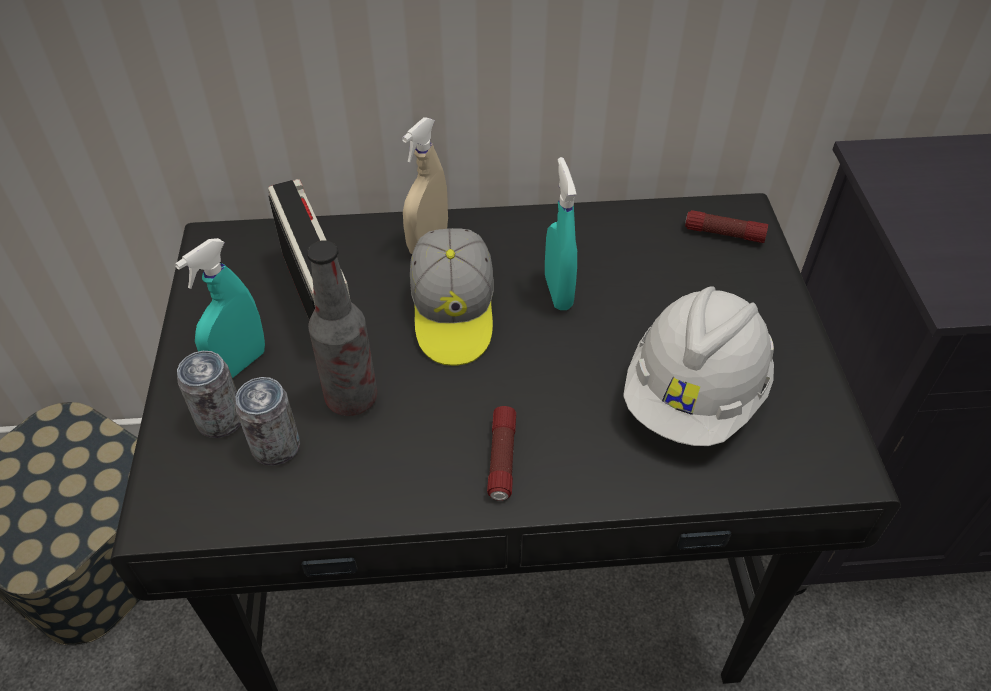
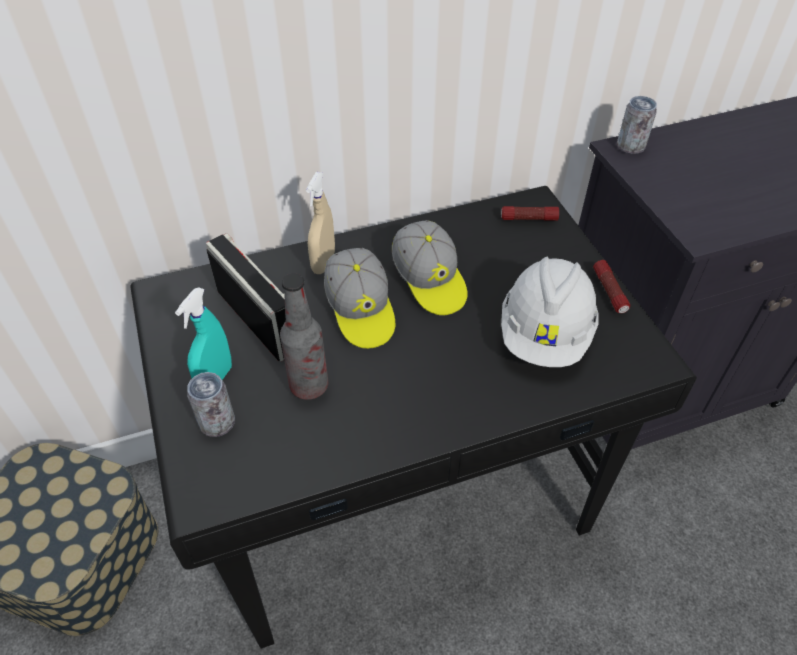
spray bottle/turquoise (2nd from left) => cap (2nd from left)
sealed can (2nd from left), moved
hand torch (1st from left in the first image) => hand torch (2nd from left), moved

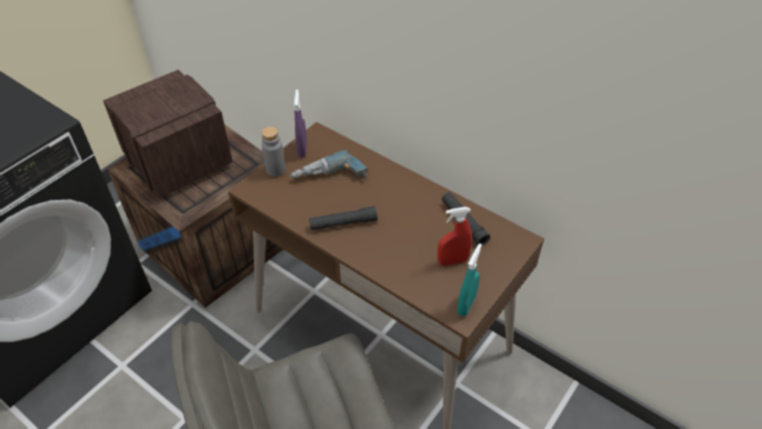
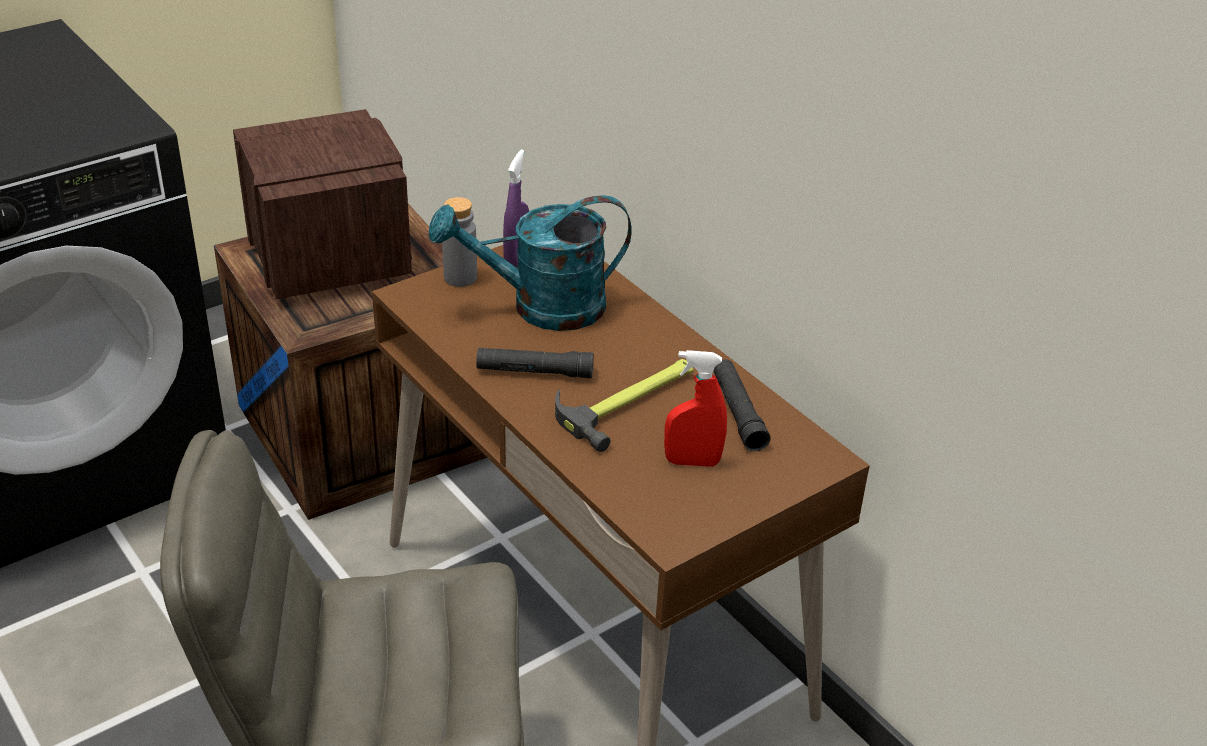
drill => watering pot/turquoise
spray bottle/turquoise => nothing
nothing => tool hammer

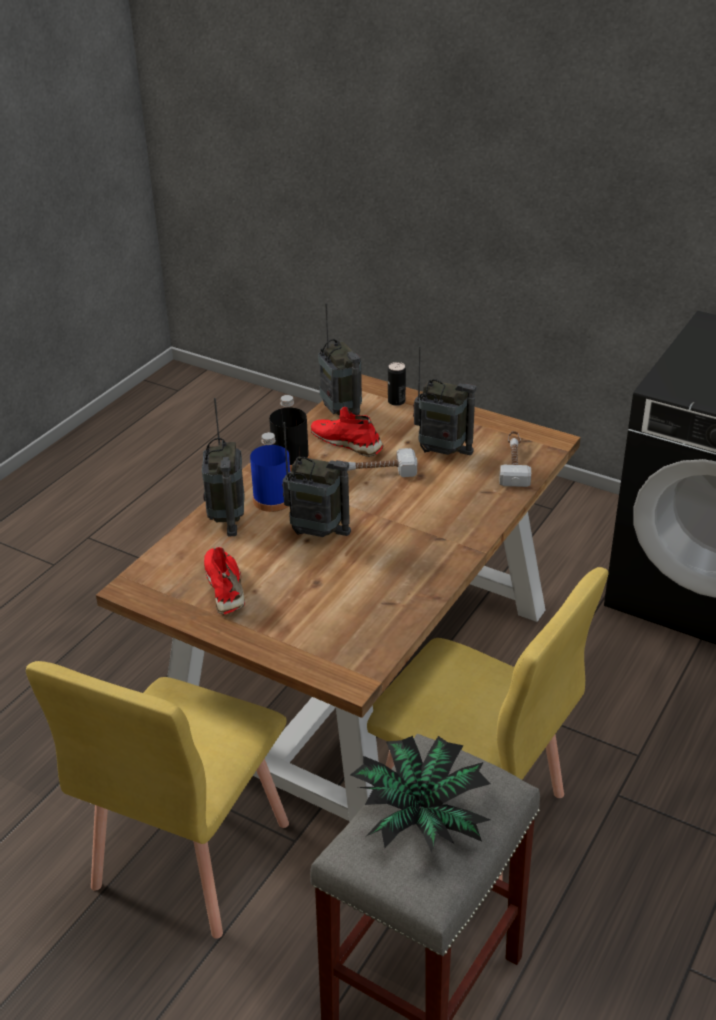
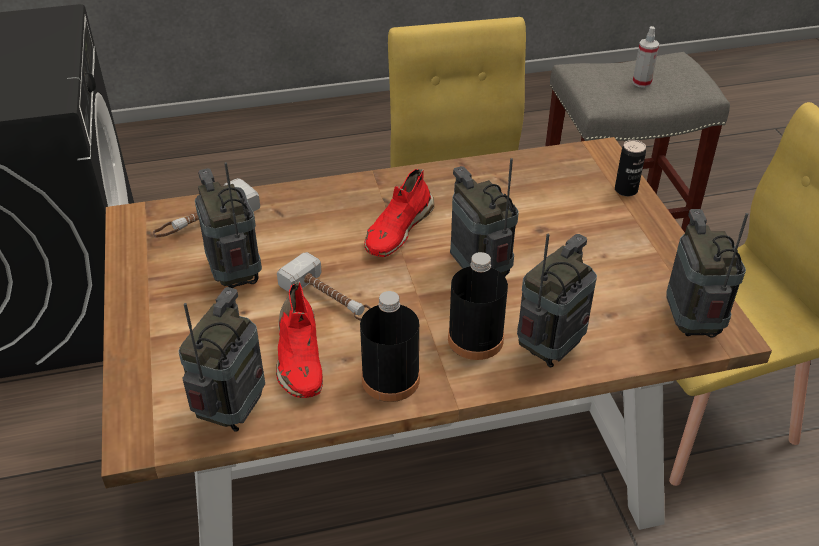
sealed can, moved
drink bottle/bluish => drink bottle/black-coloured (2nd from left)
shoe/red (1st from left in the first image) => shoe/red (2nd from left), moved
houseplant => spray bottle
nothing => radio set (5th from left)

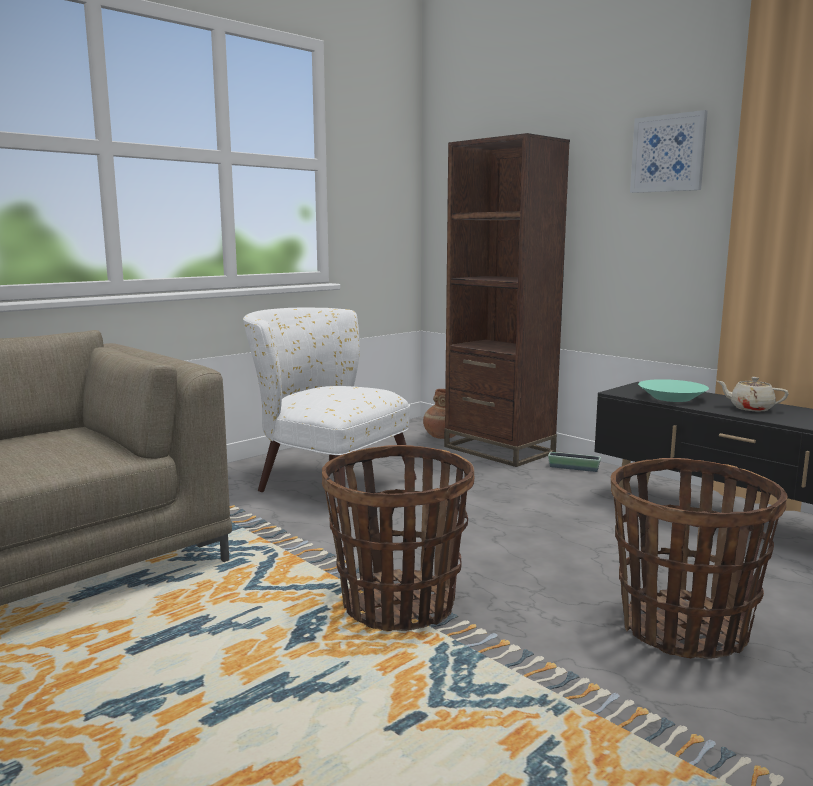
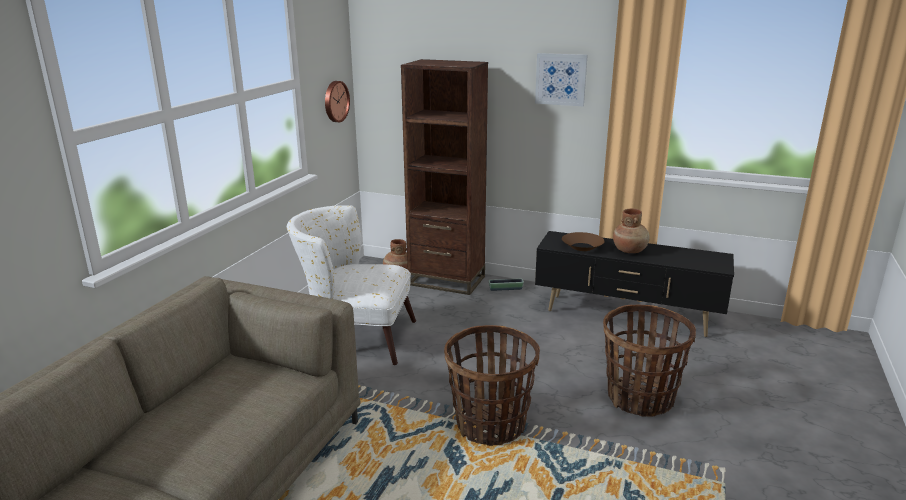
teapot/beige => decorative vase/brown-coloured (2nd from left)
deep dish/turquoise => deep dish/brown-coloured
nothing => hanging clock

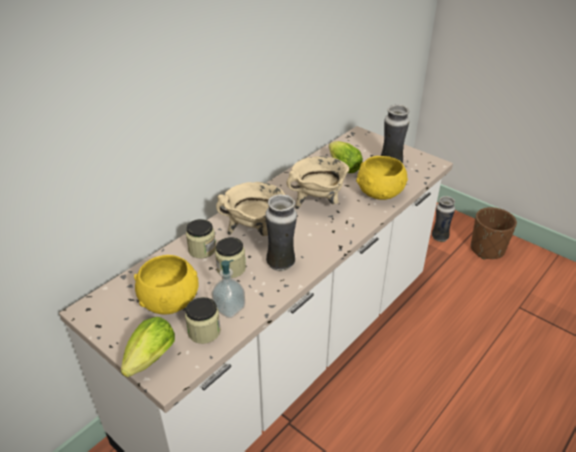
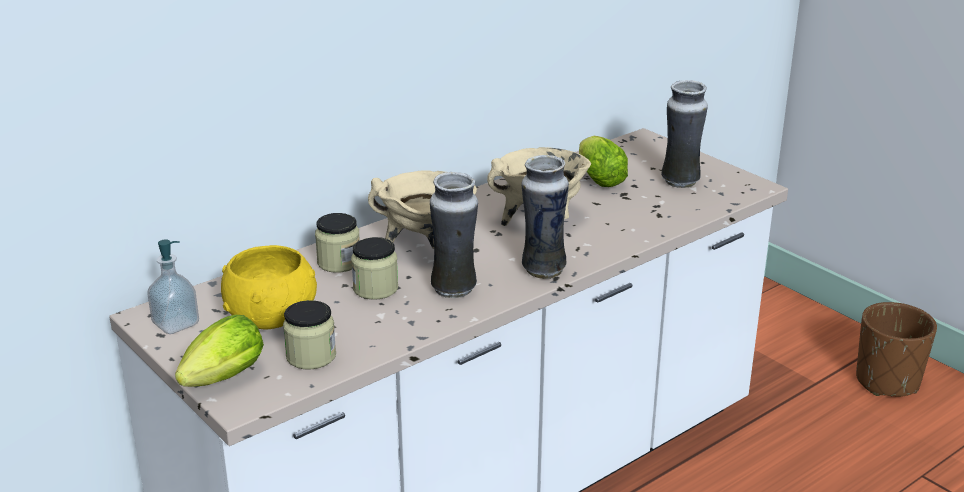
deep dish/yellow-coloured (2nd from left) => nothing
decorative vase (3rd from left in the first image) => decorative vase (2nd from left), moved
soap dispenser, moved

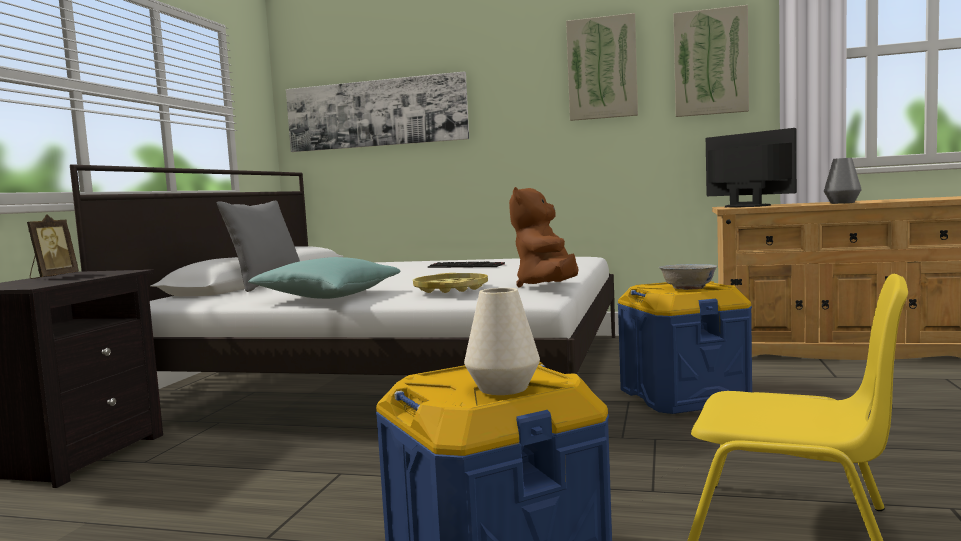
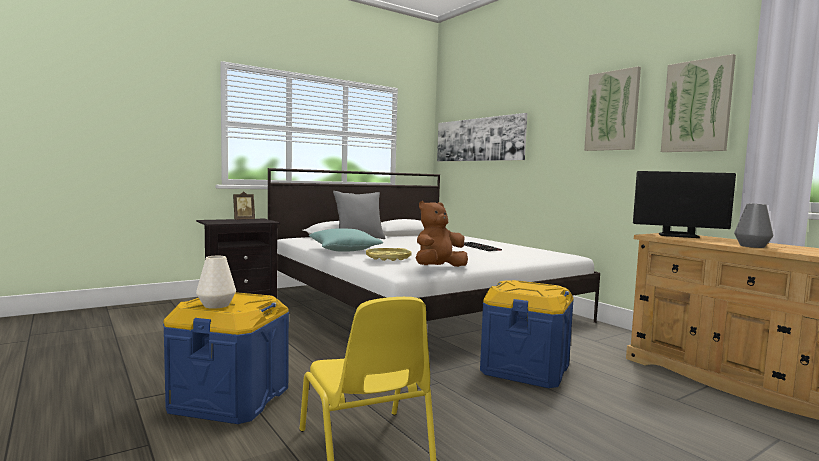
computer display, 105 degrees clockwise
deep dish/white-coloured => nothing

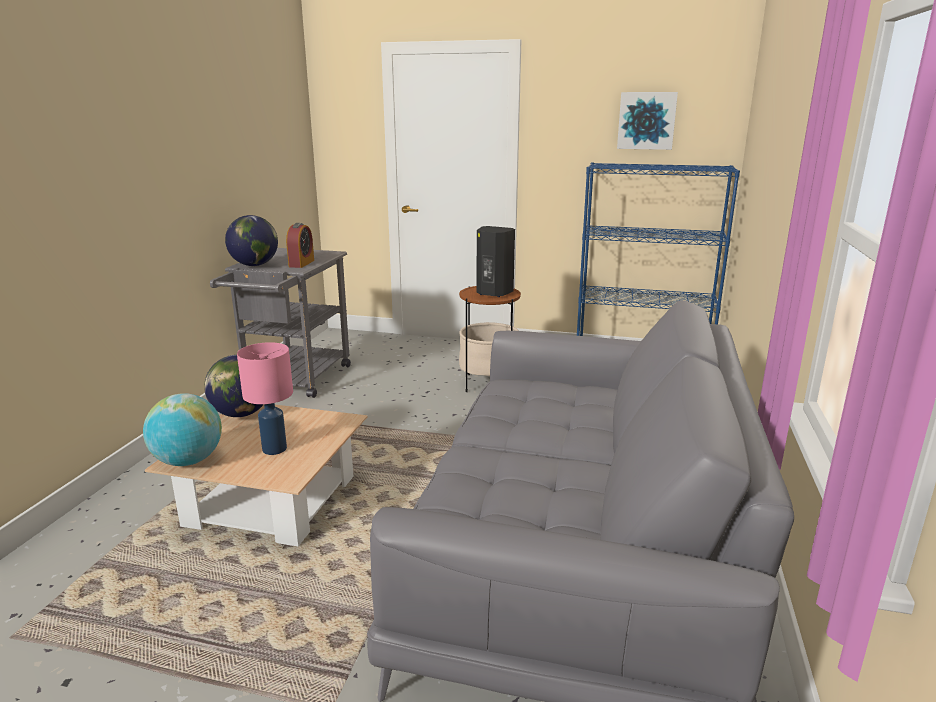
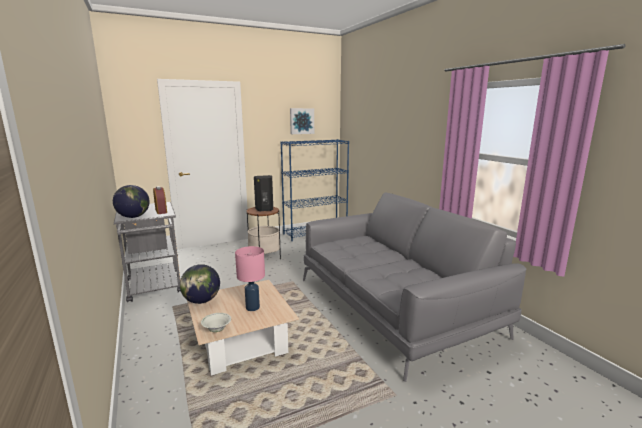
desk globe (1st from left) => deep dish/white-coloured

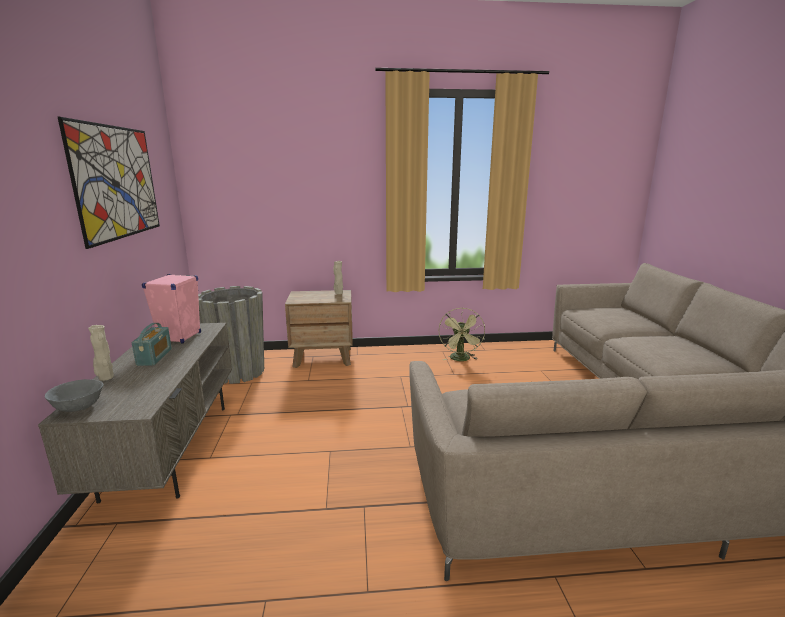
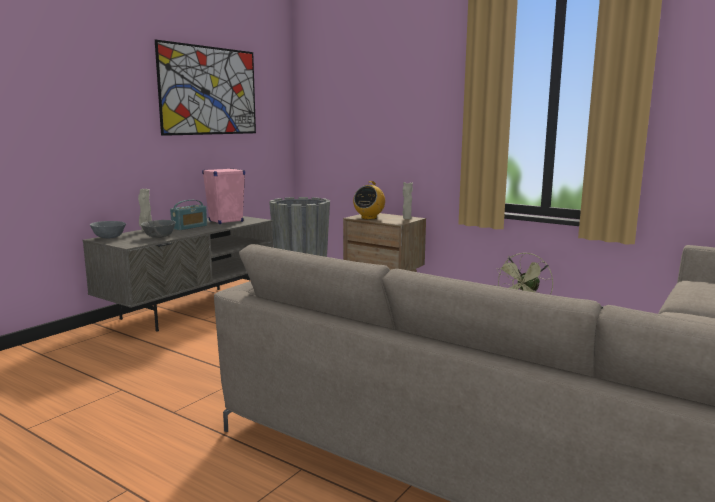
nothing => radio set (2nd from left)
nothing => deep dish/grey (2nd from left)

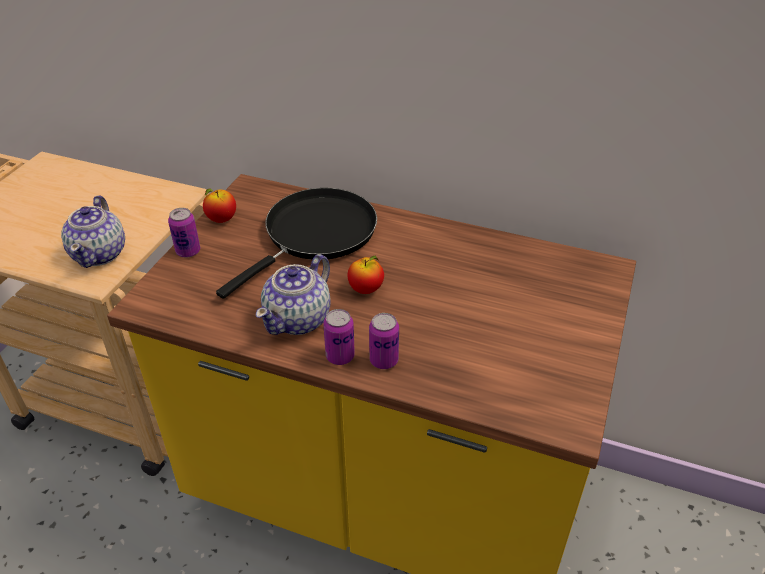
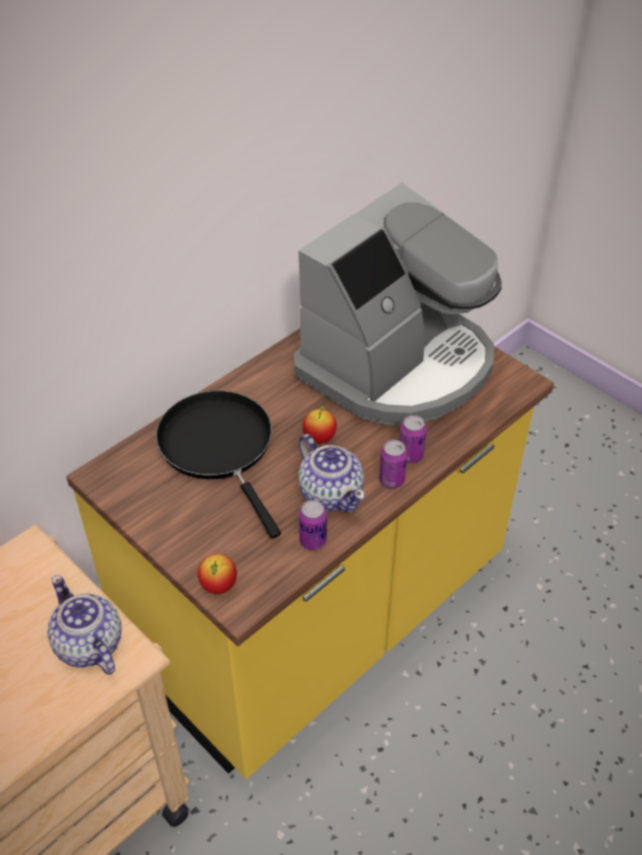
whole apple (1st from left), moved
teapot (1st from left), 150 degrees counterclockwise
sealed can (1st from left), moved
nothing => coffee brewer

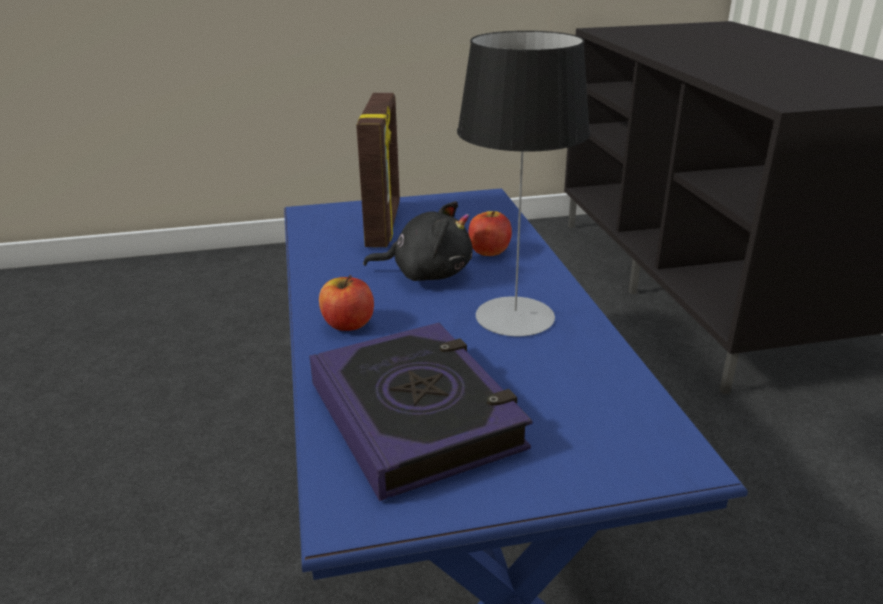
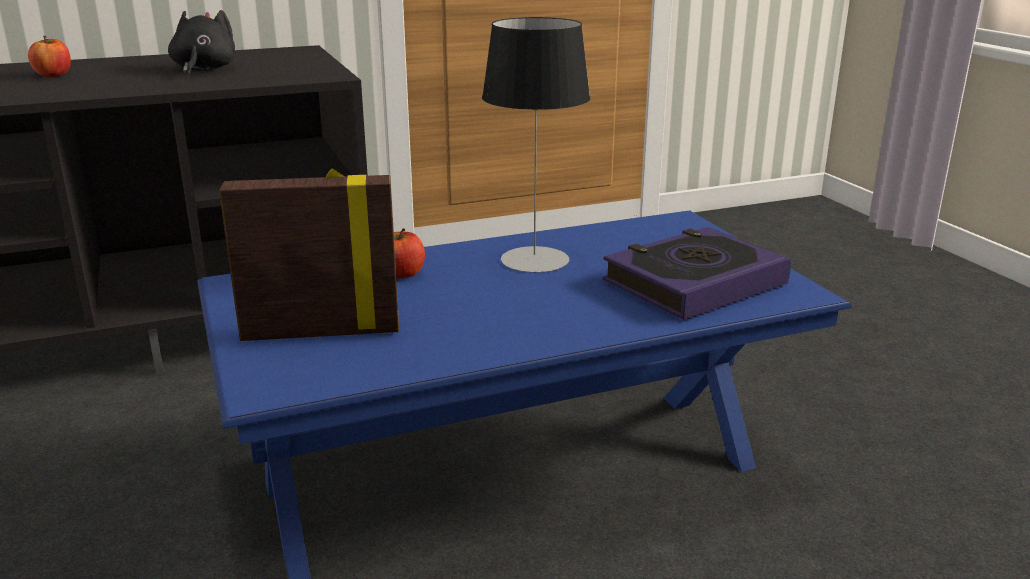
soft toy/black-coloured, moved
whole apple (1st from left), moved

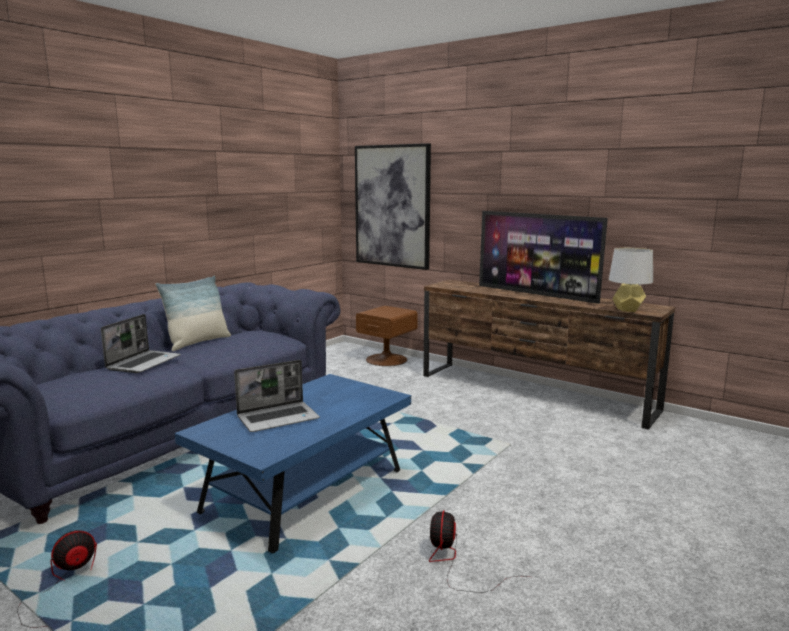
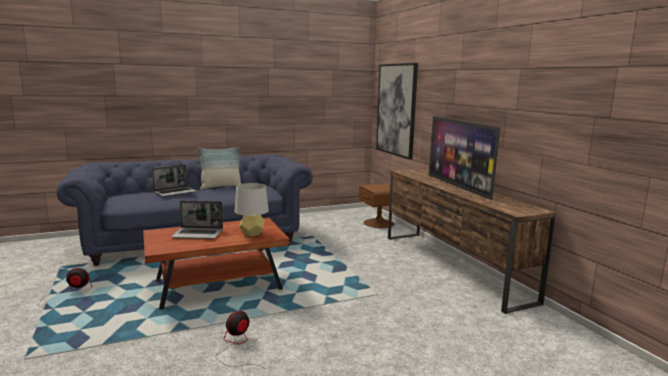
tabletop lamp/grey, moved
low table/bluish => low table/brown-coloured

